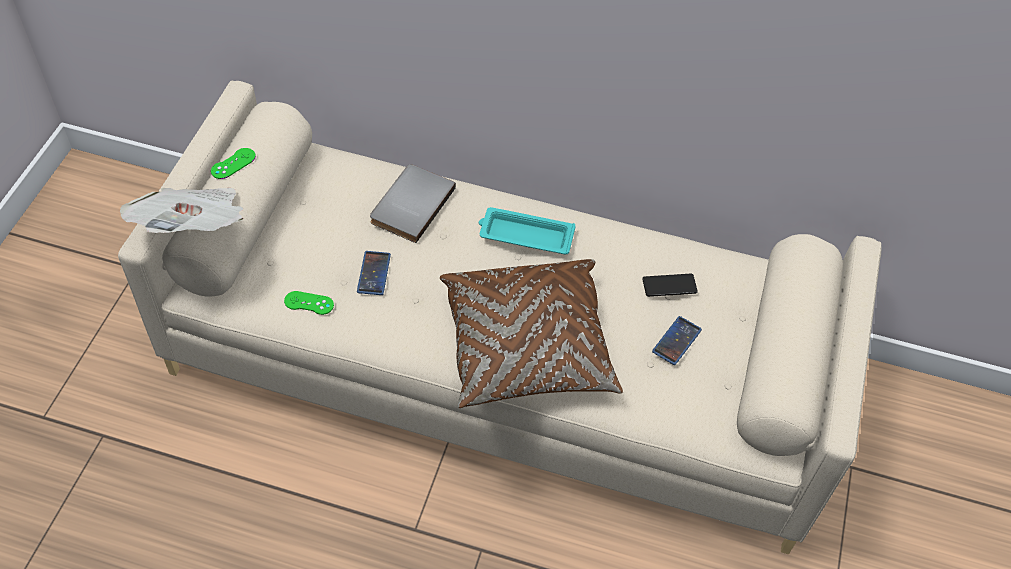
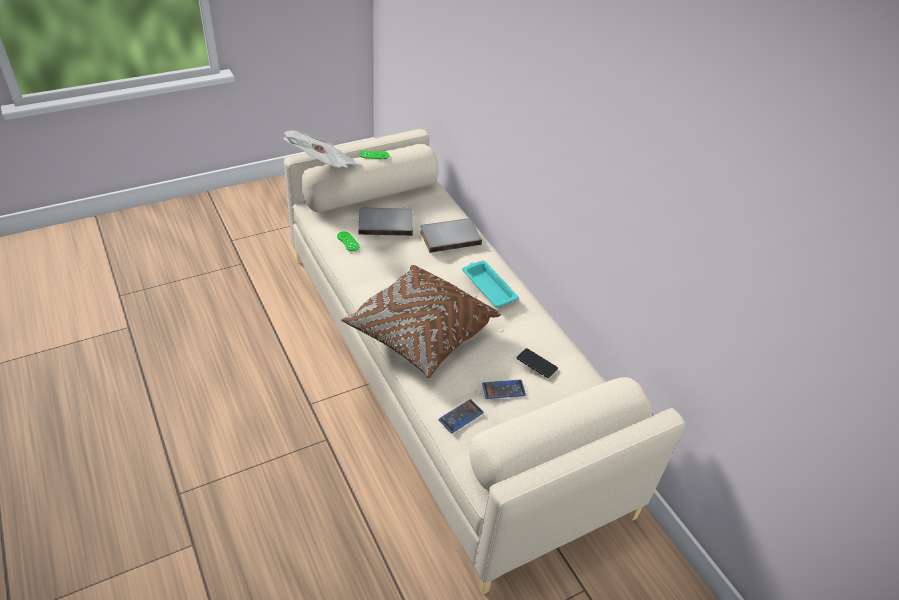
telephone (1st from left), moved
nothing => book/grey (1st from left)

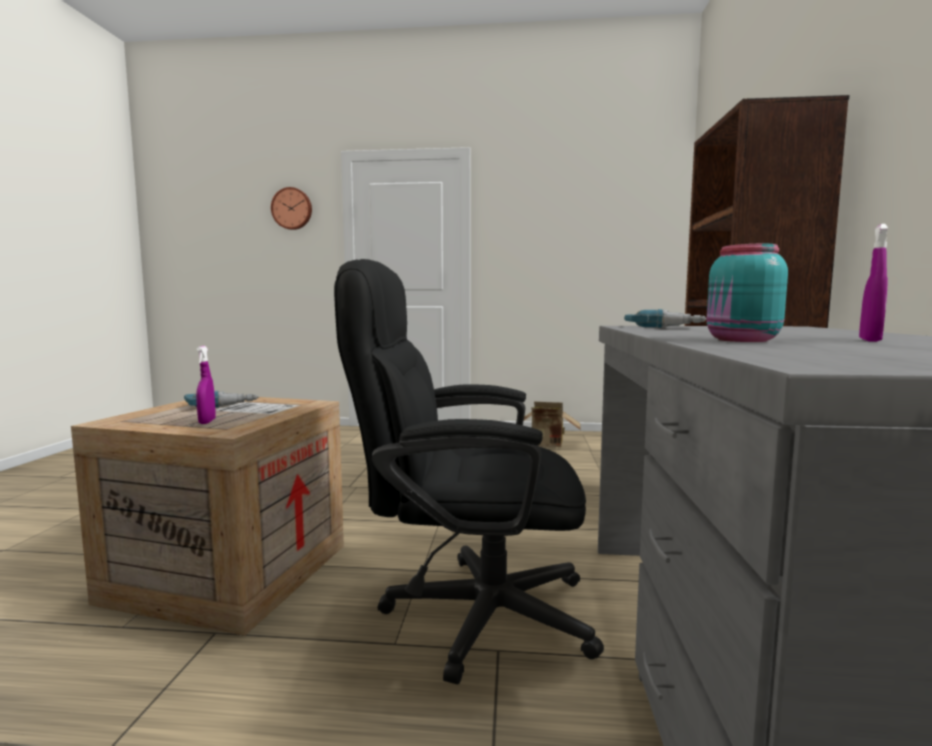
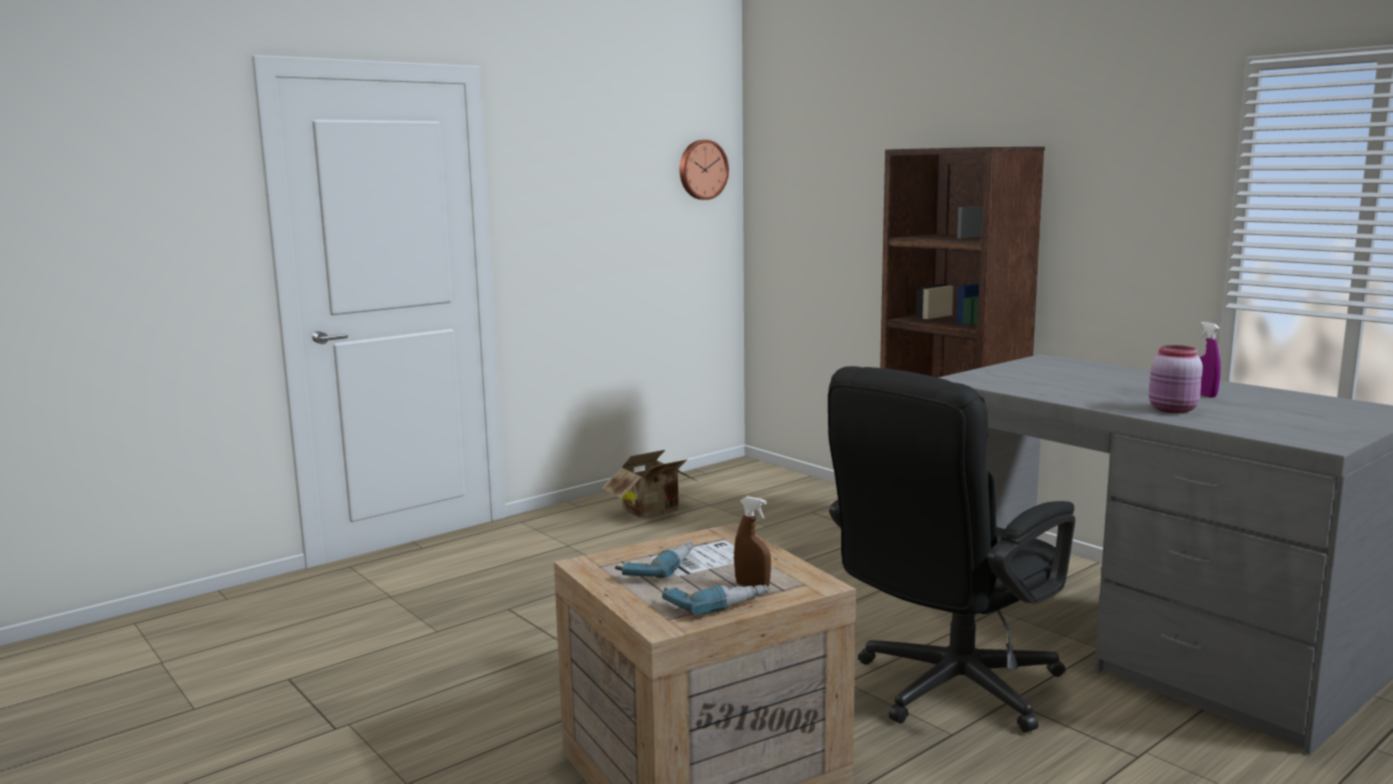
hanging clock, moved
jar/turquoise => jar/pink
drill (2nd from left), moved
spray bottle/purplish (1st from left) => spray bottle/brown-coloured

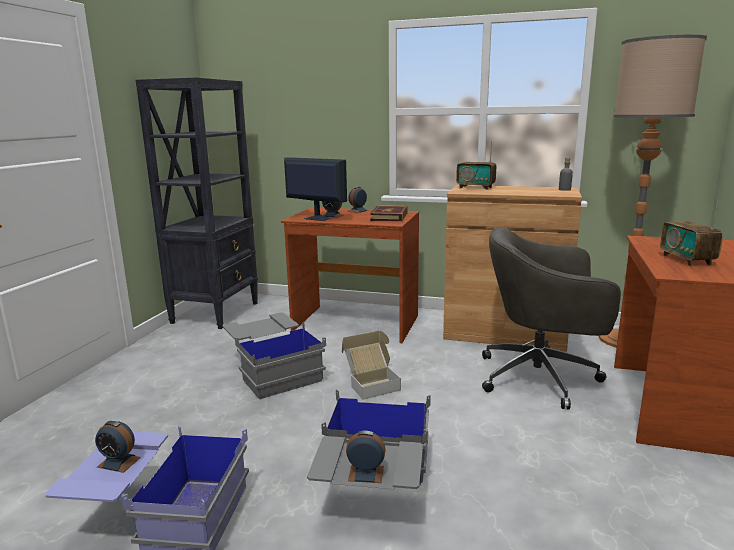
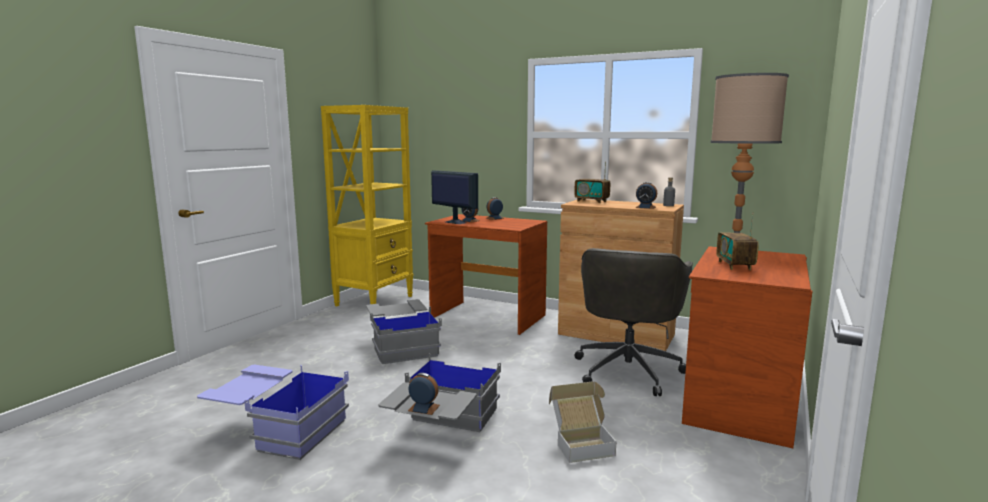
shelving unit/black-coloured => shelving unit/yellow-coloured
book => nothing
desk chair/grey, 90 degrees counterclockwise
cardboard box, moved
alarm clock (1st from left in the first image) => alarm clock (4th from left), moved

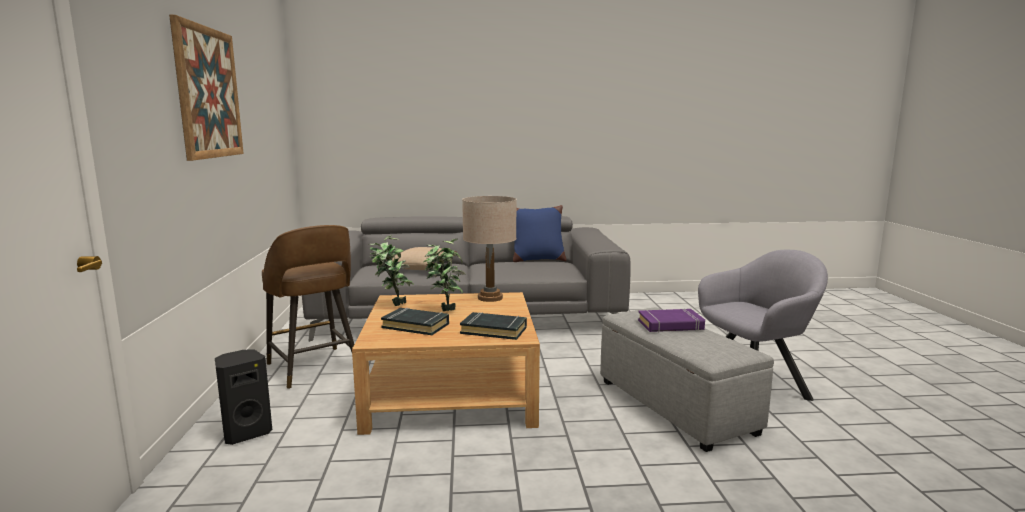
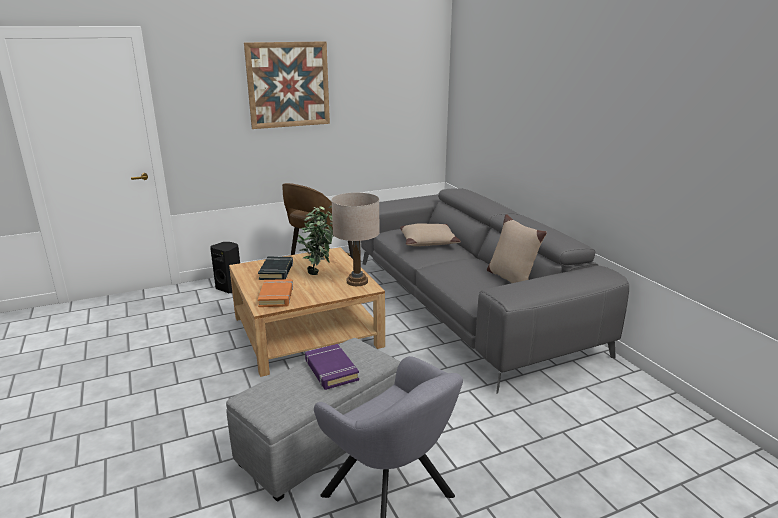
throw pillow/bluish => throw pillow/beige (2nd from left)
book/black-coloured (2nd from left) => book/orange

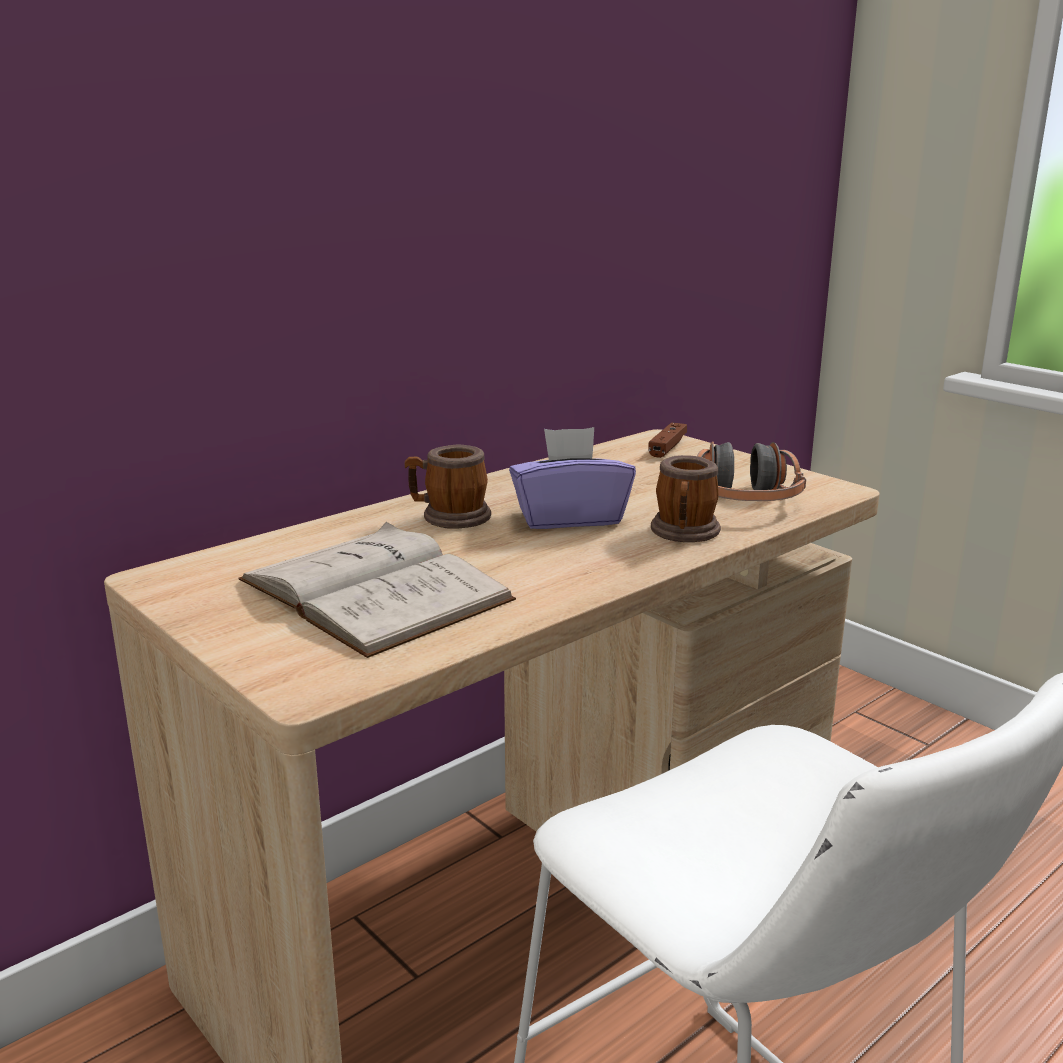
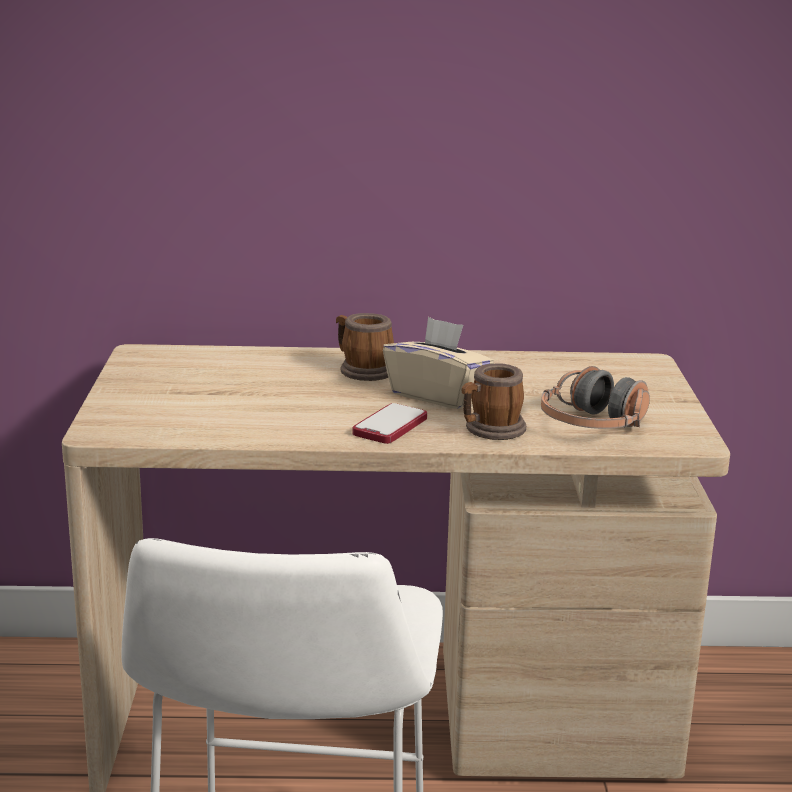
gamepad/brown-coloured => nothing
tissue holder/purplish => tissue holder/beige
book/white-coloured => nothing
nothing => telephone

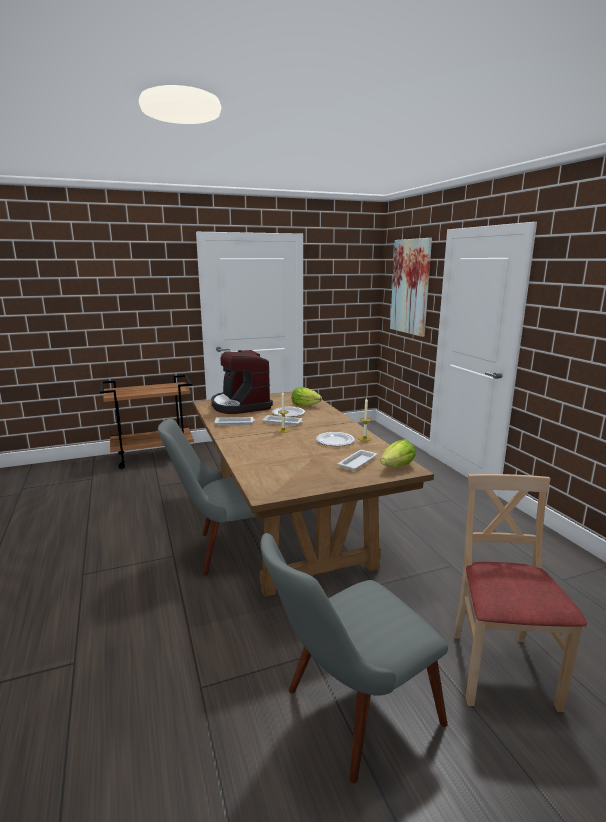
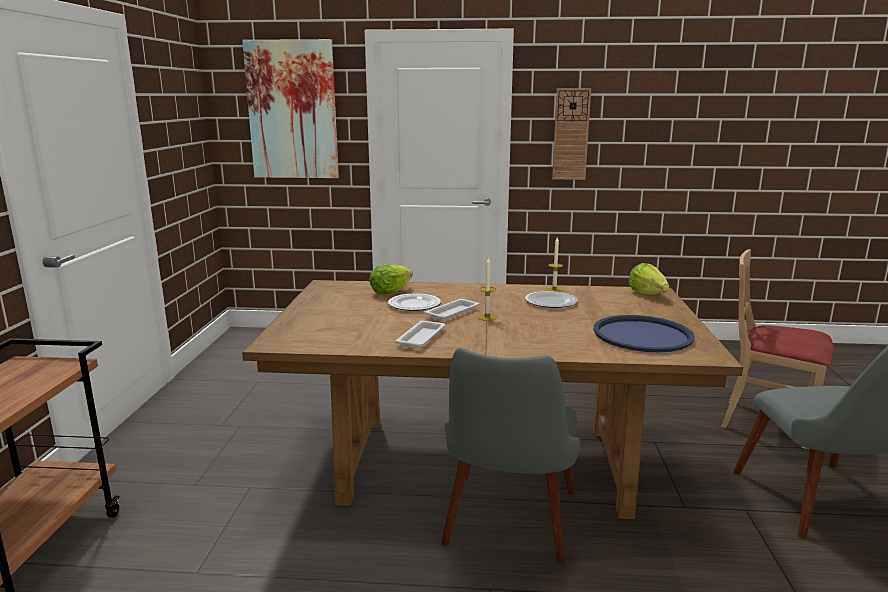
coffee brewer => nothing
serving tray/white-coloured (3rd from left) => nothing
nothing => hanging clock
nothing => serving tray/bluish

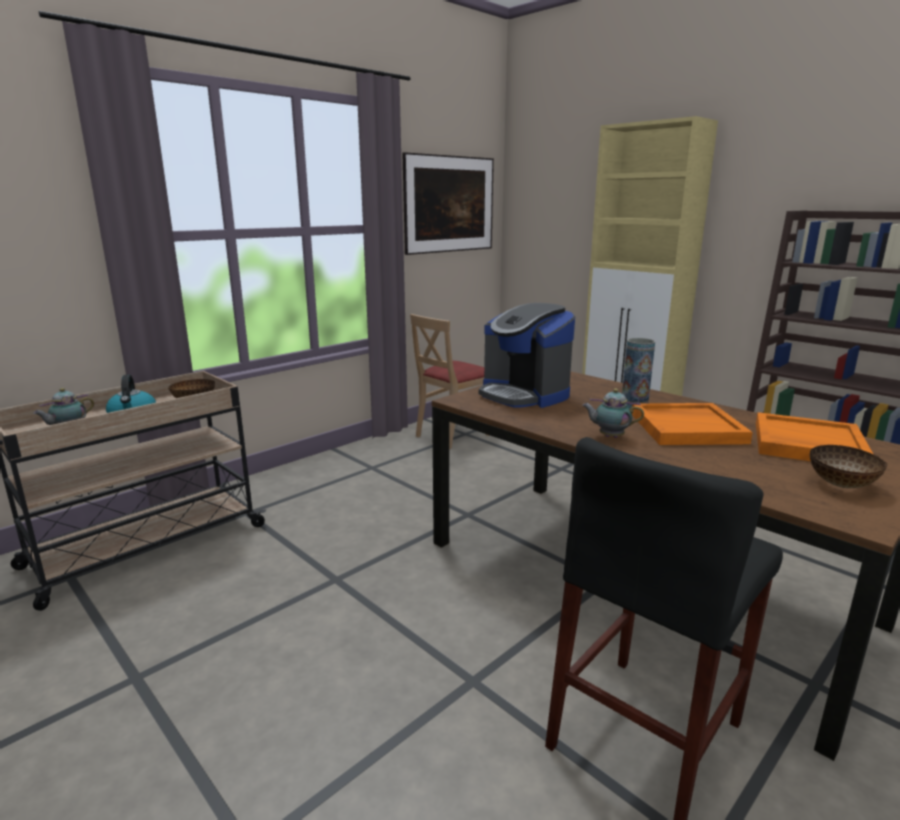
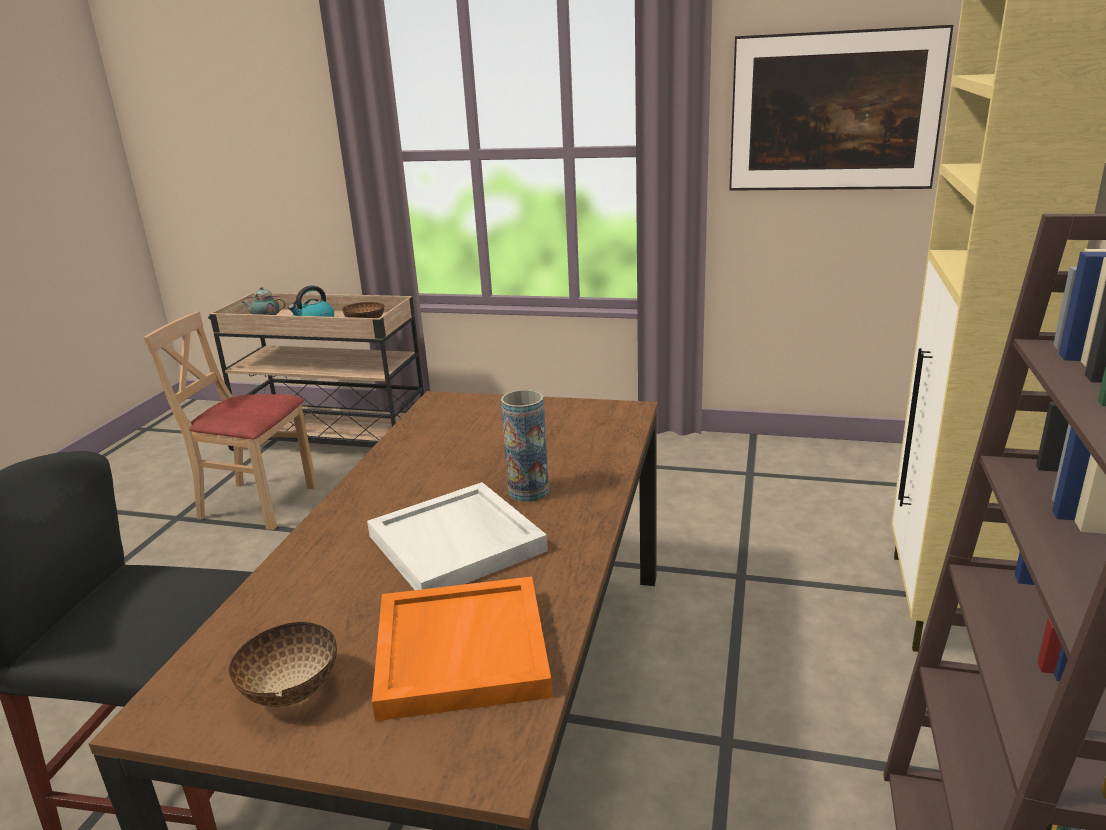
coffee brewer => nothing
upright chair/beige, moved
teapot (2nd from left) => nothing
serving tray/orange (1st from left) => serving tray/white-coloured

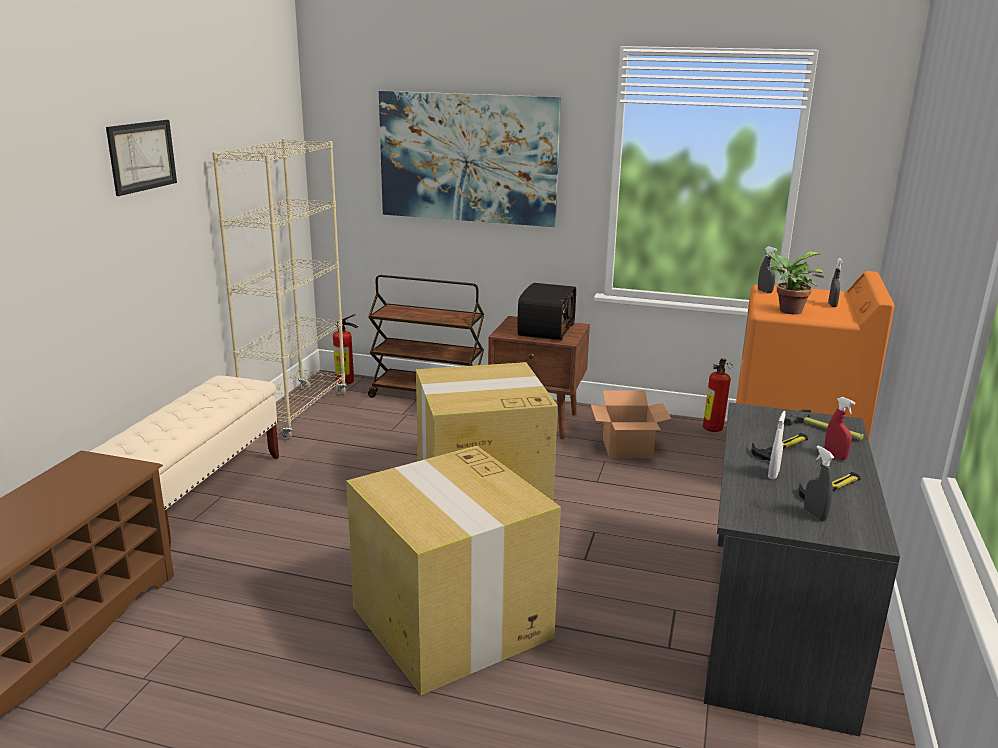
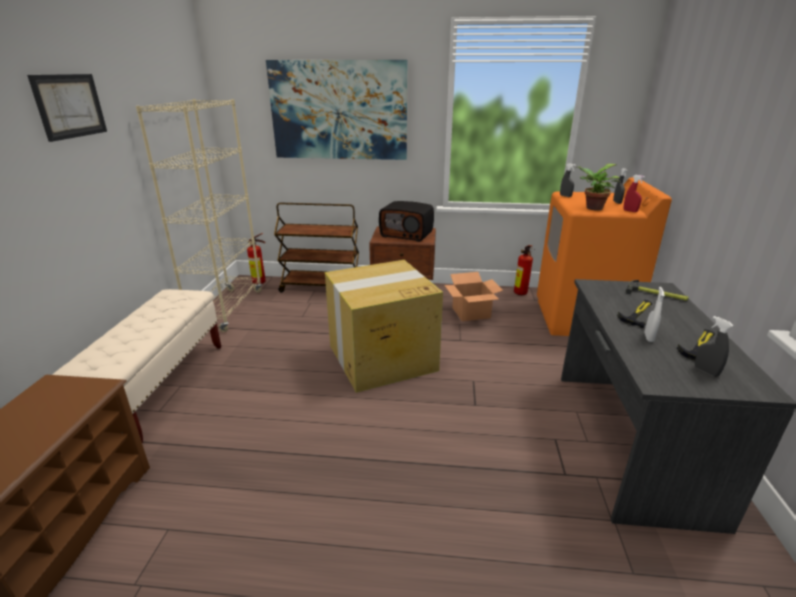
radio set, 105 degrees clockwise
spray bottle/red, moved
cardboard box (1st from left) => nothing

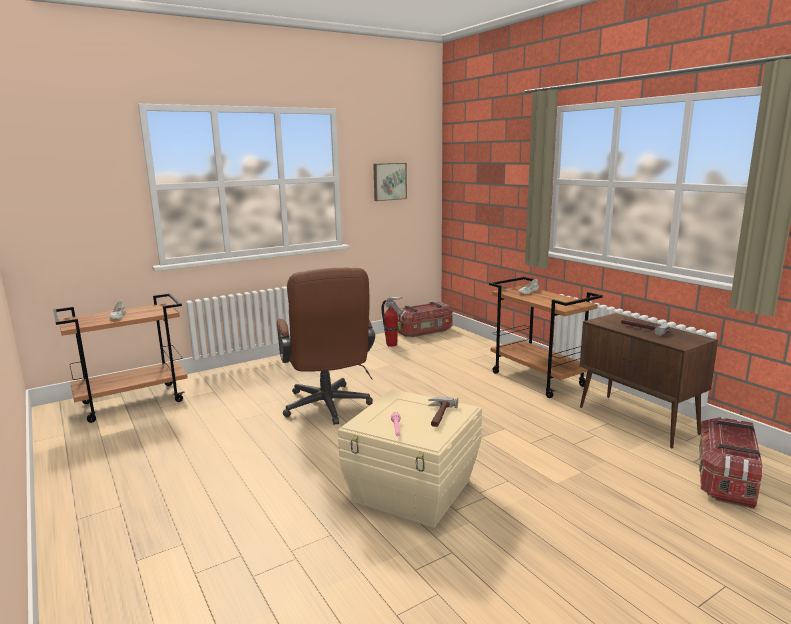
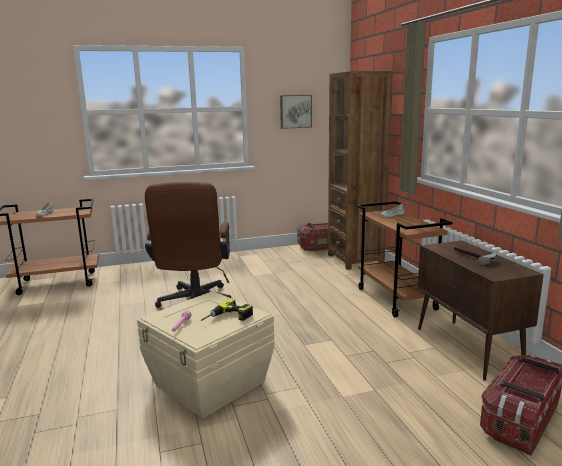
fire-fighting cylinder => nothing
tool hammer (1st from left) => drill
nothing => shelving unit/brown-coloured

